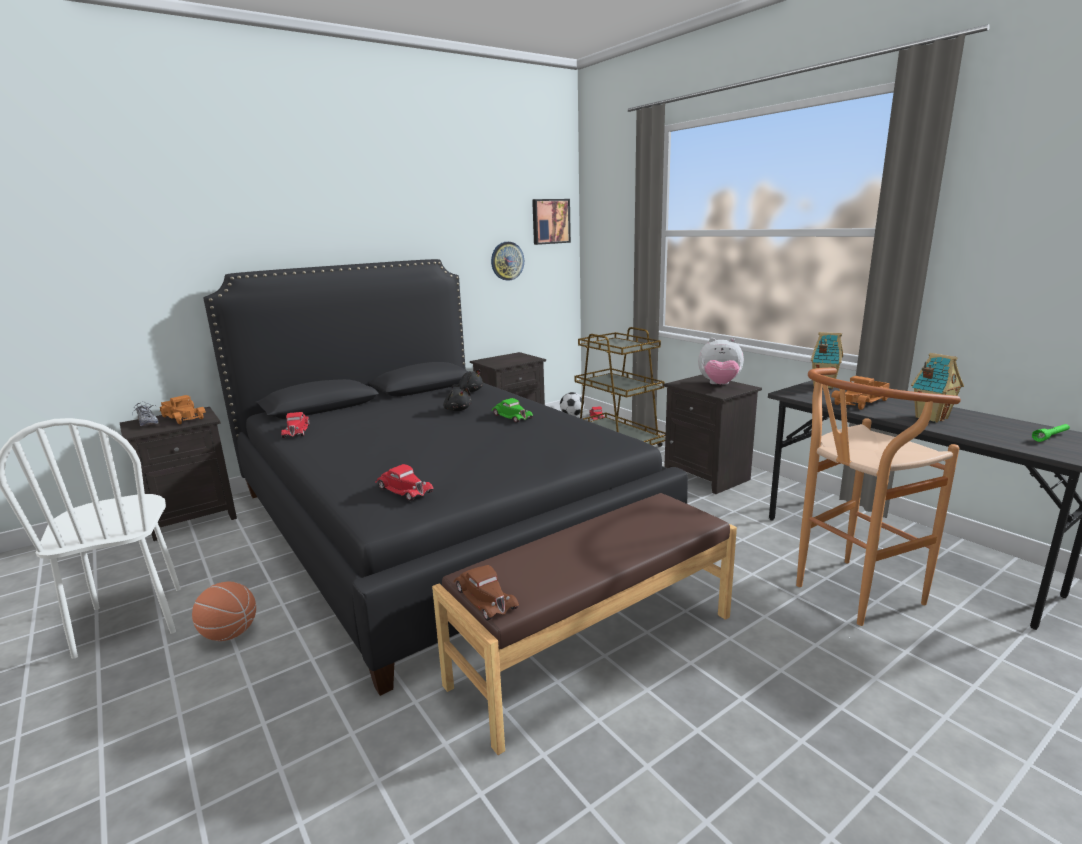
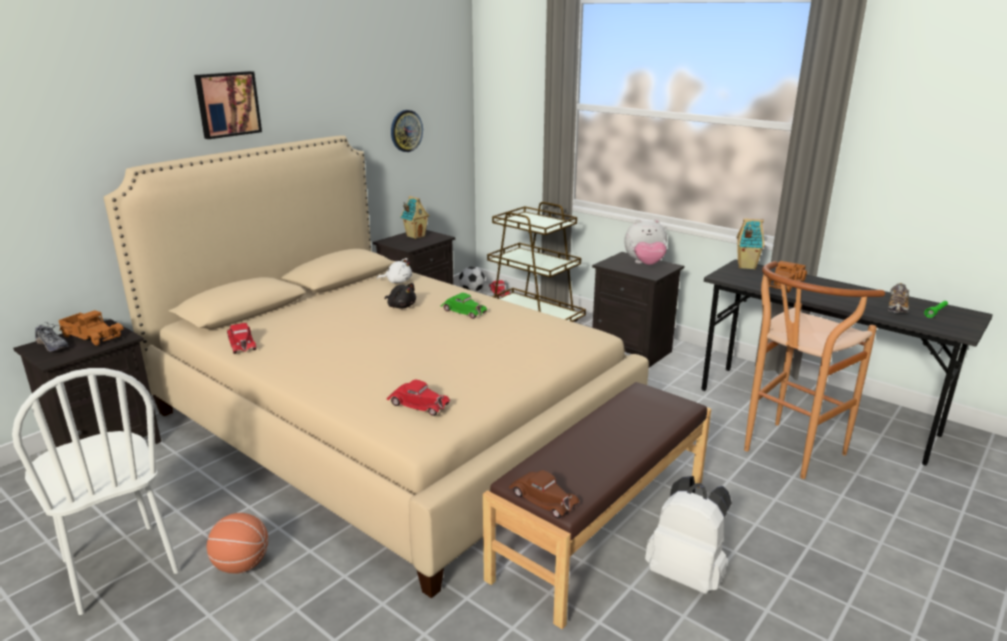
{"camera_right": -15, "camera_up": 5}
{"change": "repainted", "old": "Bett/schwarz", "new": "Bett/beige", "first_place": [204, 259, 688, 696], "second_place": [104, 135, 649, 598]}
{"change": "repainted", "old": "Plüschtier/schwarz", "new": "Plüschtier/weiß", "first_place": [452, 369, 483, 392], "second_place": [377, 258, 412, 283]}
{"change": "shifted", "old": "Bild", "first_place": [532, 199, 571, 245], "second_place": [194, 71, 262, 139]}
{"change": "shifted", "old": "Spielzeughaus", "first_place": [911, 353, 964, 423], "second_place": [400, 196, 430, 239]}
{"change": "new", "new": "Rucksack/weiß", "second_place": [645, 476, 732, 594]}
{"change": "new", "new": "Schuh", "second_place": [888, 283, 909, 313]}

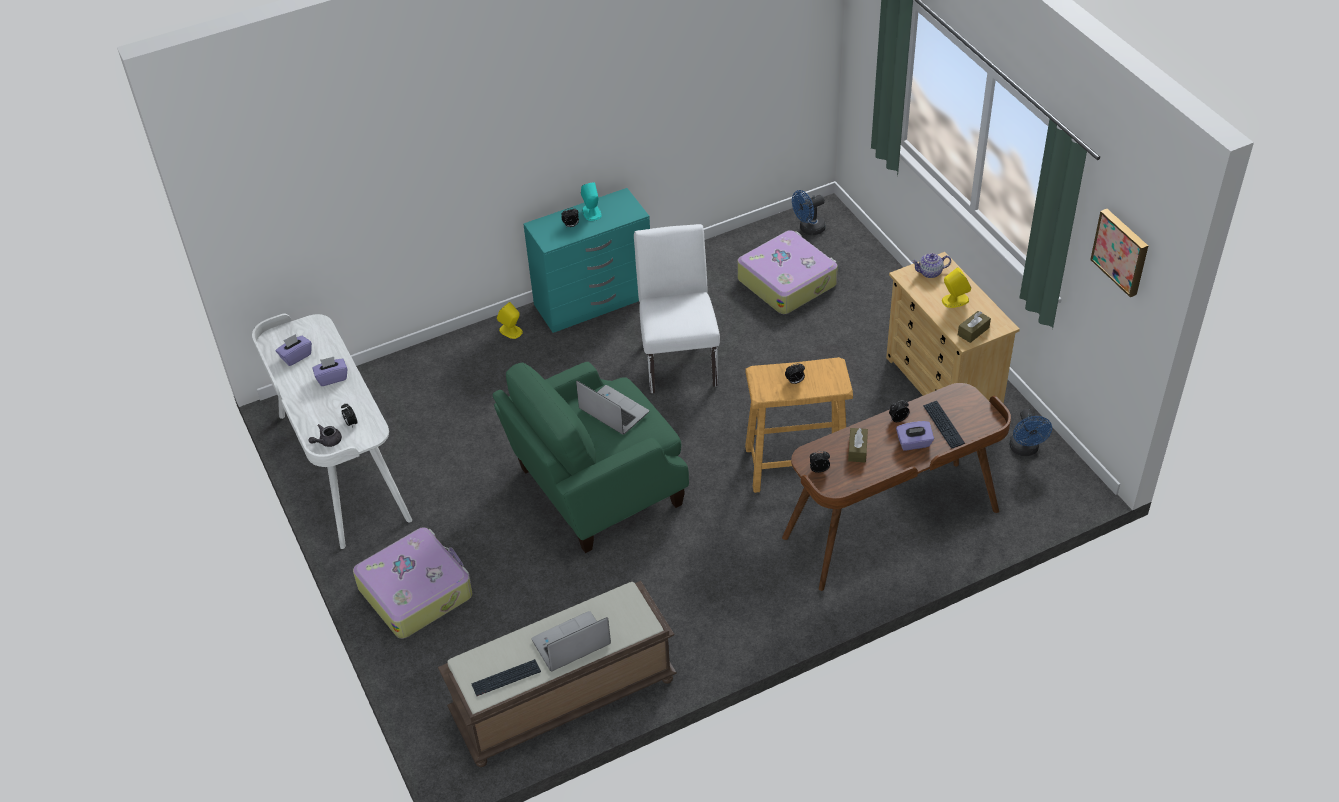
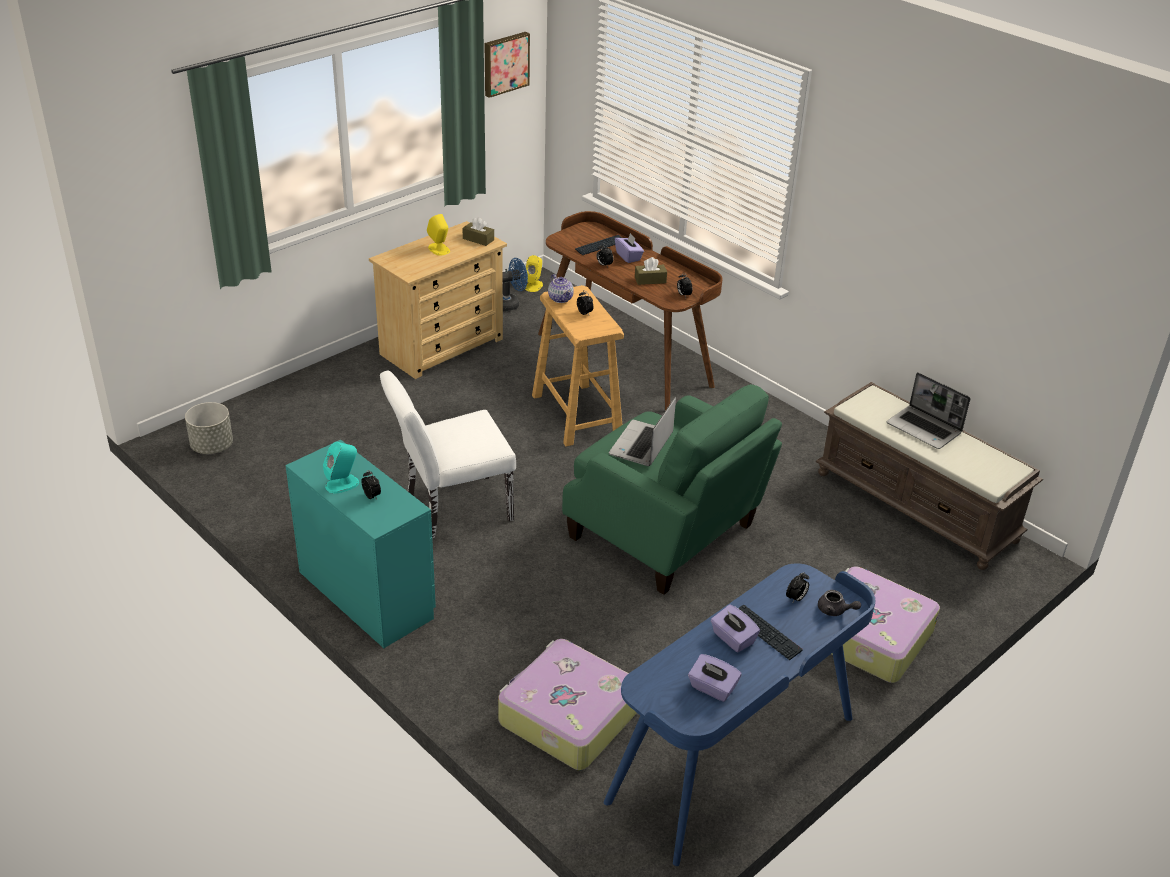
{"camera_right": -110, "camera_up": -10}
{"change": "repainted", "old": "Schreibtisch/weiß", "new": "Schreibtisch/blau", "first_place": [252, 314, 412, 549], "second_place": [604, 563, 875, 866]}
{"change": "shifted", "old": "Tastatur", "first_place": [472, 659, 541, 696], "second_place": [738, 604, 803, 660]}
{"change": "shifted", "old": "Lautsprecher/gelb", "first_place": [497, 302, 523, 339], "second_place": [524, 255, 543, 292]}
{"change": "shifted", "old": "Koffer", "first_place": [737, 230, 838, 314], "second_place": [498, 639, 637, 770]}
{"change": "swapped", "old": "Ventilator/blau", "new": "Pflanzkübel/grau", "first_place": [792, 190, 826, 235], "second_place": [185, 402, 233, 454]}
{"change": "shifted", "old": "Teekanne", "first_place": [912, 253, 951, 278], "second_place": [548, 274, 574, 303]}

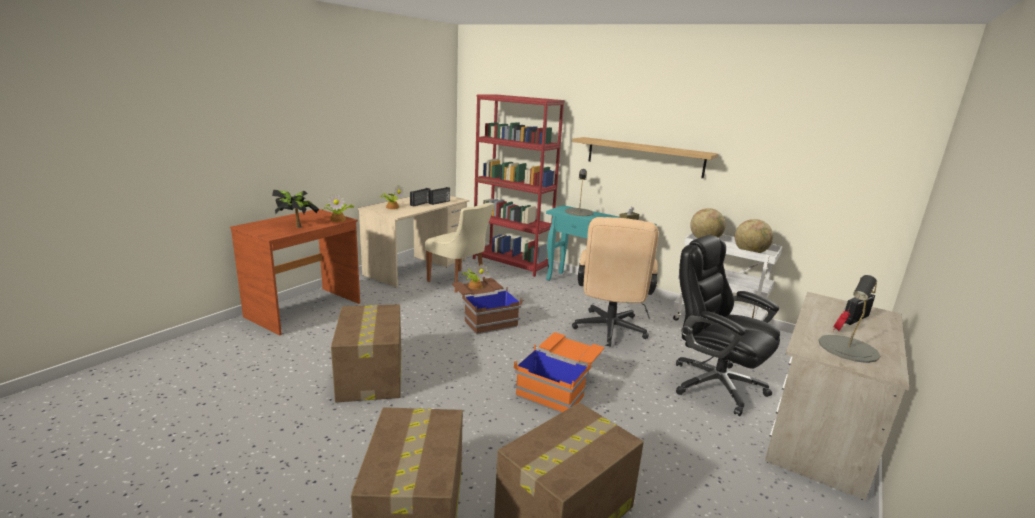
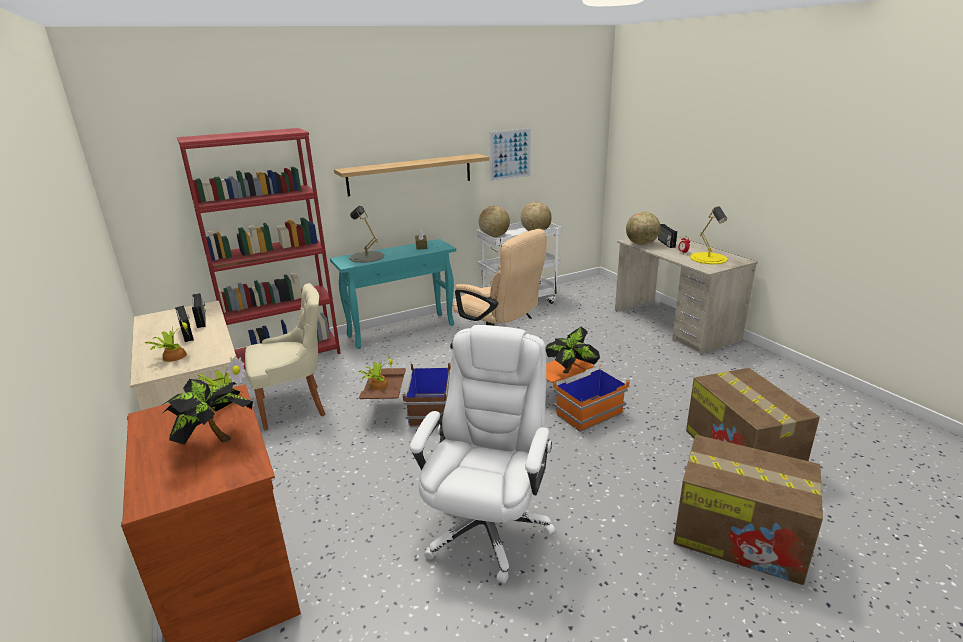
{"camera_right": -60, "camera_up": 5}
{"change": "swapped", "old": "Karton", "new": "Bürostuhl/weiß", "first_place": [331, 304, 401, 402], "second_place": [410, 325, 555, 583]}
{"change": "gone", "old": "Bürostuhl/schwarz", "first_place": [676, 235, 780, 416]}
{"change": "repainted", "old": "Tischlampe/grau", "new": "Tischlampe/gelb", "first_place": [818, 275, 880, 363], "second_place": [690, 206, 728, 264]}
{"change": "new", "new": "Bild", "second_place": [490, 128, 531, 181]}
{"change": "new", "new": "Topfpflanze", "second_place": [545, 326, 600, 374]}
{"change": "new", "new": "Globus", "second_place": [626, 212, 660, 245]}

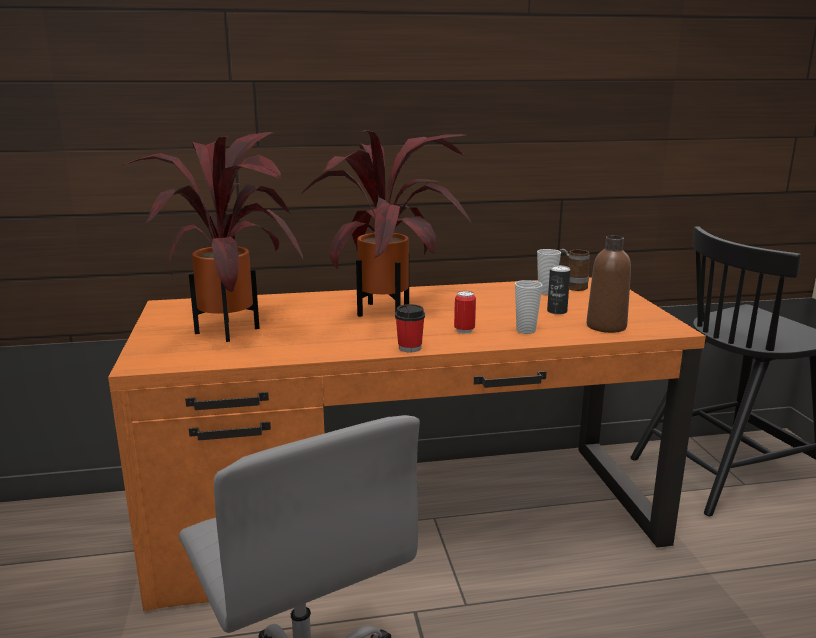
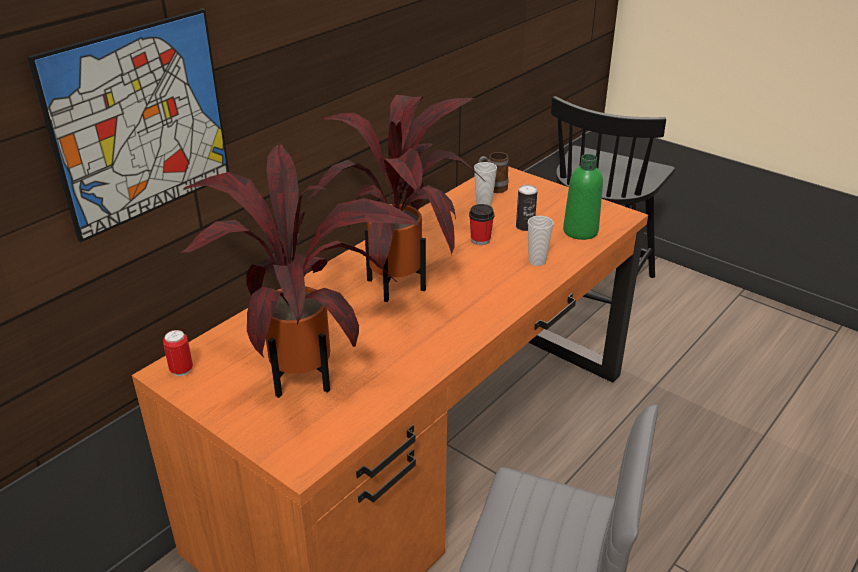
{"camera_right": -40, "camera_up": 15}
{"change": "shifted", "old": "Tasse", "first_place": [395, 304, 425, 352], "second_place": [469, 204, 495, 245]}
{"change": "shifted", "old": "Dose", "first_place": [454, 291, 476, 334], "second_place": [163, 330, 193, 376]}
{"change": "repainted", "old": "Flasche/braun", "new": "Flasche/grün", "first_place": [587, 236, 631, 333], "second_place": [563, 154, 603, 240]}
{"change": "new", "new": "Bild", "second_place": [27, 8, 229, 243]}

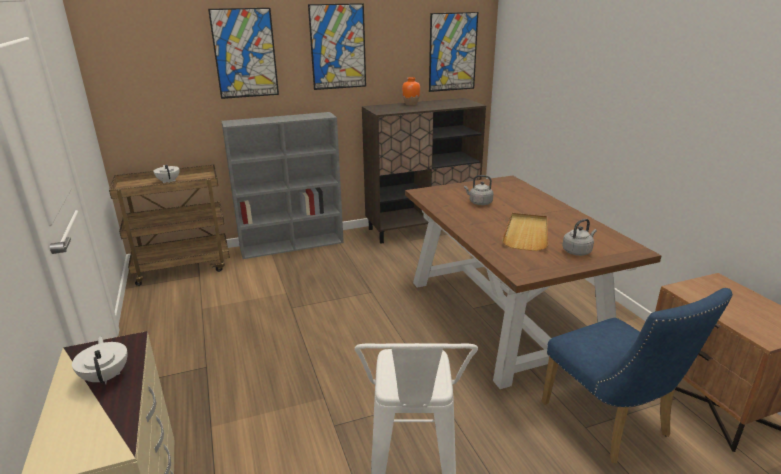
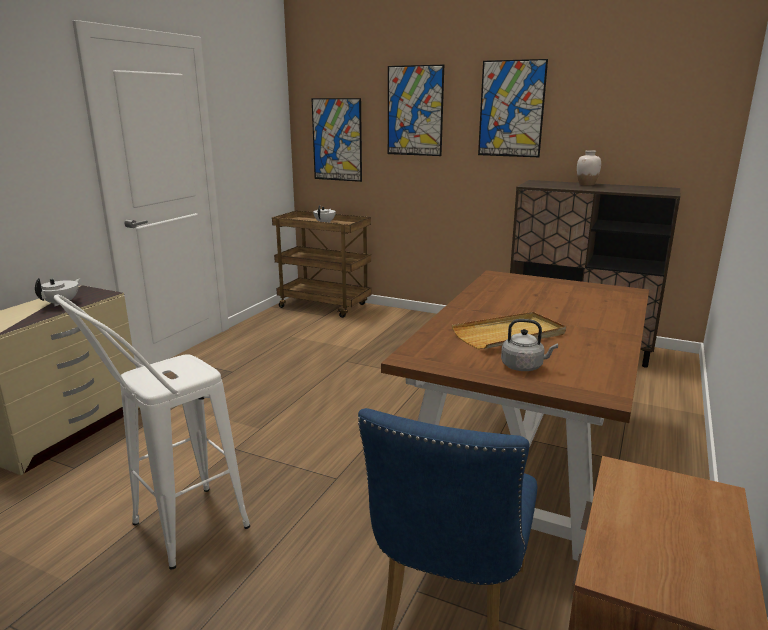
{"camera_right": 45, "camera_up": -5}
{"change": "gone", "old": "Bücherregal/grau", "first_place": [221, 112, 344, 259]}
{"change": "repainted", "old": "Vase/orange", "new": "Vase/weiß", "first_place": [402, 77, 420, 106], "second_place": [577, 150, 601, 186]}
{"change": "shifted", "old": "Bild", "first_place": [429, 12, 478, 92], "second_place": [311, 98, 362, 182]}
{"change": "gone", "old": "Wasserkessel/grau", "first_place": [464, 175, 493, 205]}

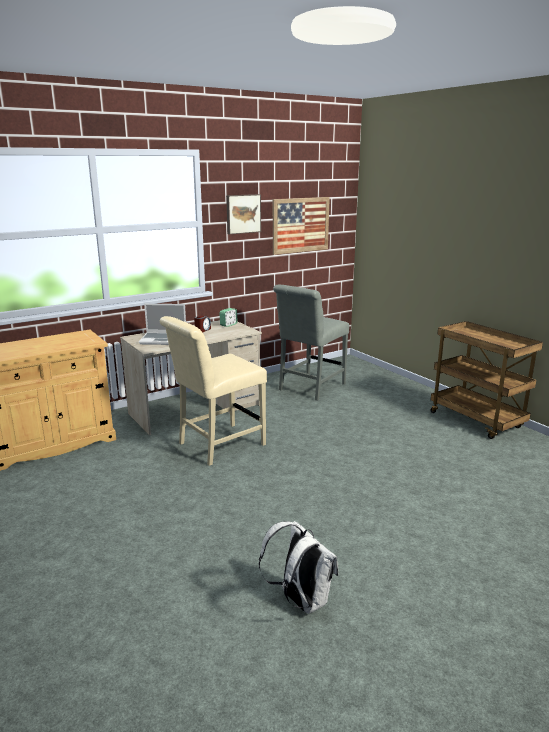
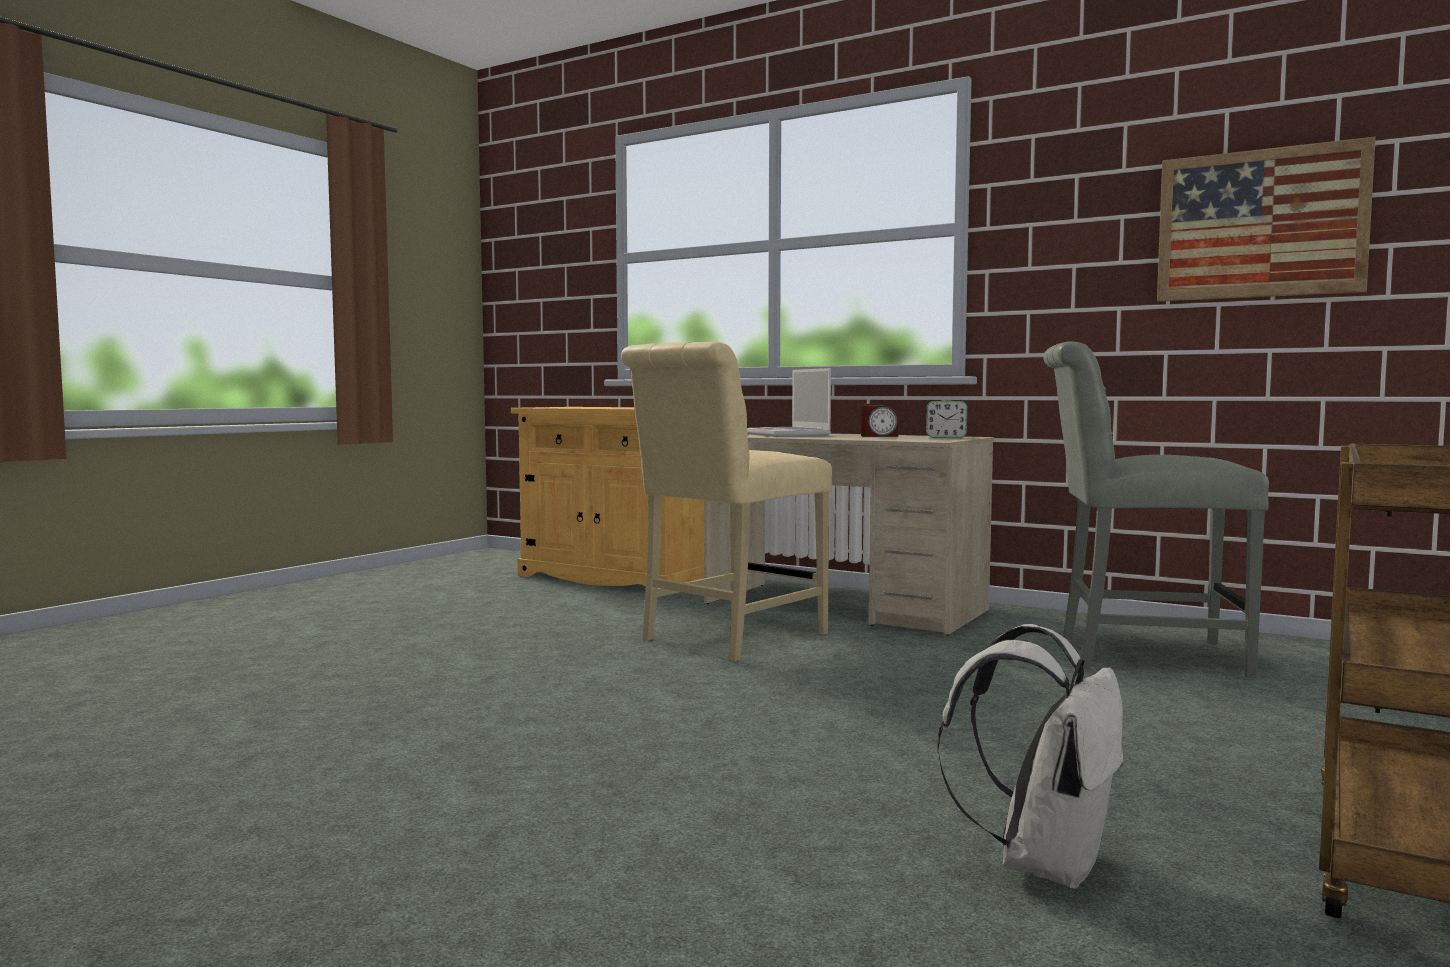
{"camera_right": 65, "camera_up": -15}
{"change": "rotated", "old": "Stuhl/beige", "first_place": [160, 316, 267, 466], "second_place": [621, 342, 832, 661], "degrees": -75}
{"change": "gone", "old": "Bild", "first_place": [226, 194, 261, 234]}
{"change": "shifted", "old": "Rucksack/weiß", "first_place": [259, 521, 339, 614], "second_place": [937, 624, 1126, 889]}

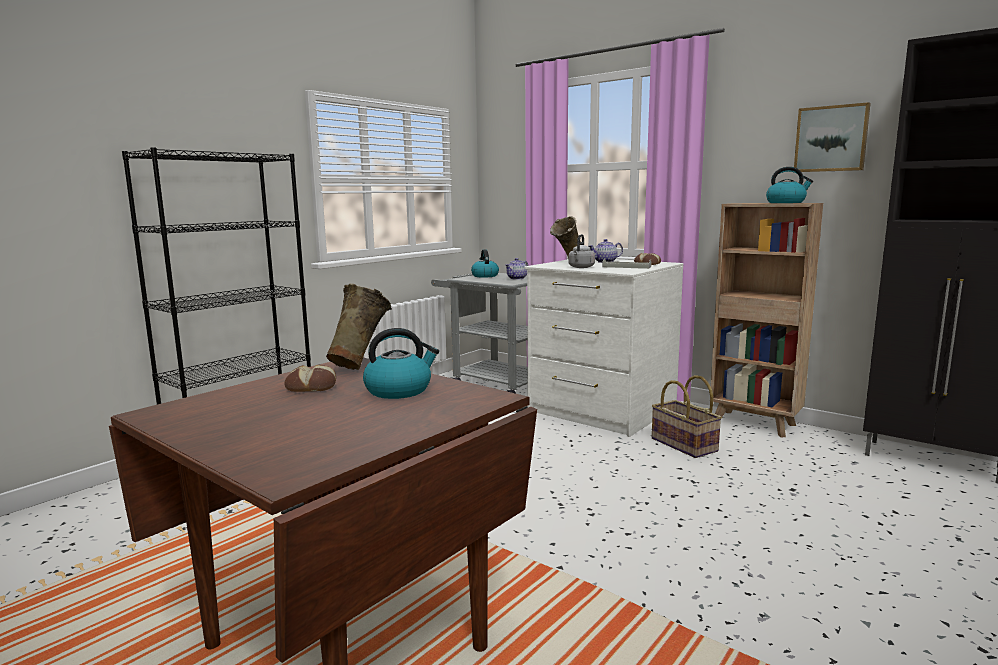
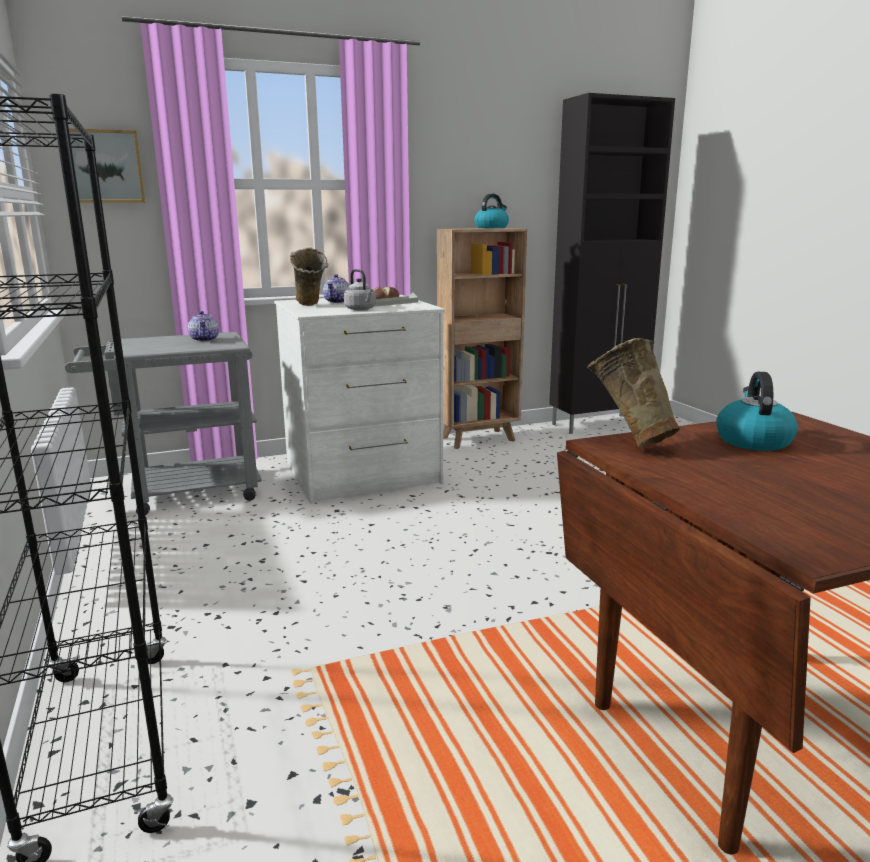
{"camera_right": -60, "camera_up": 5}
{"change": "gone", "old": "Brot", "first_place": [284, 365, 336, 392]}
{"change": "gone", "old": "Wasserkessel", "first_place": [471, 250, 499, 278]}
{"change": "gone", "old": "Korb", "first_place": [652, 375, 722, 458]}
{"change": "shifted", "old": "Bild", "first_place": [794, 102, 871, 172], "second_place": [69, 128, 145, 203]}

